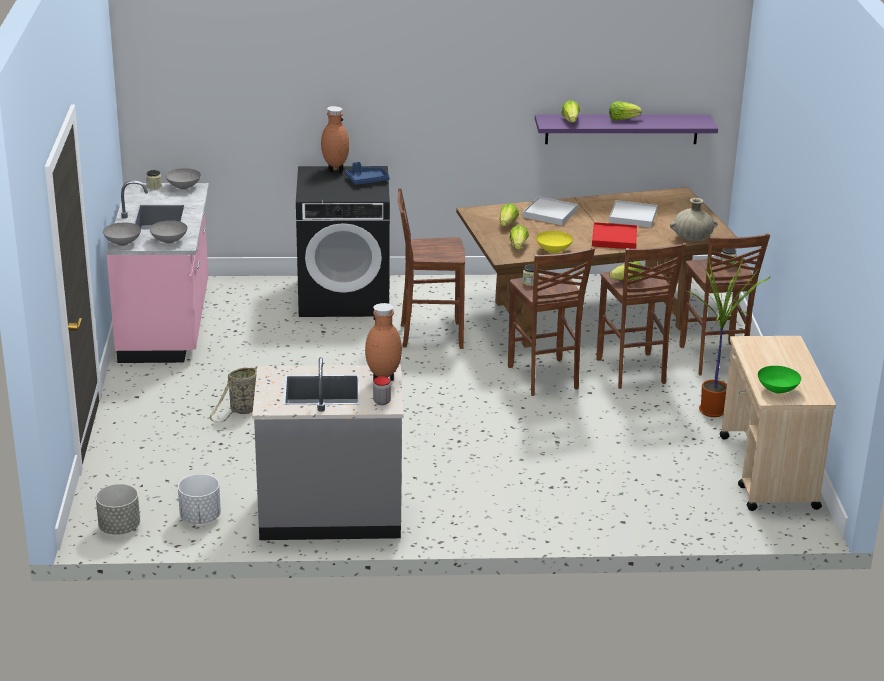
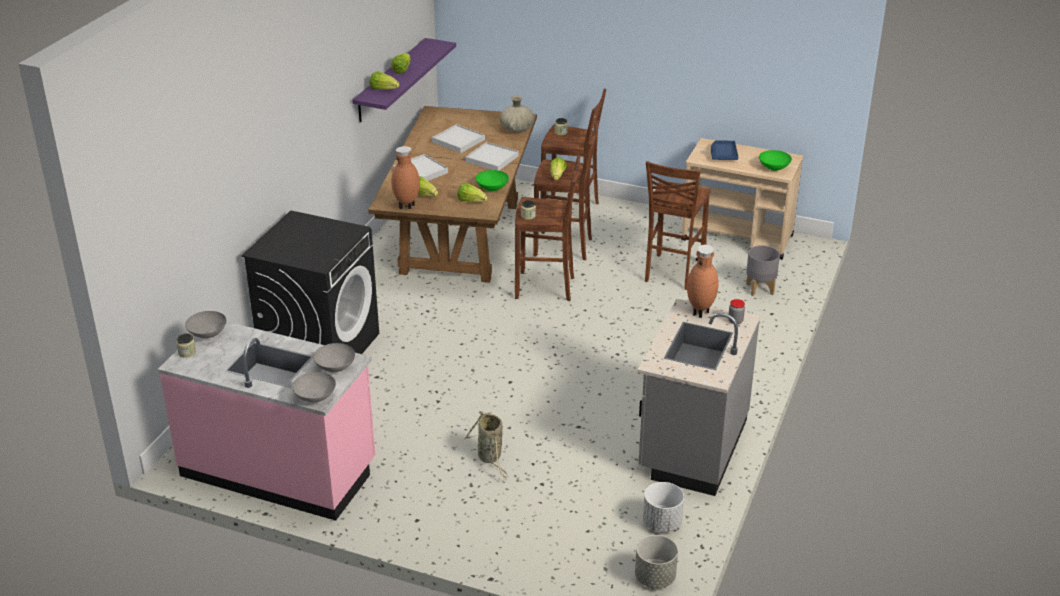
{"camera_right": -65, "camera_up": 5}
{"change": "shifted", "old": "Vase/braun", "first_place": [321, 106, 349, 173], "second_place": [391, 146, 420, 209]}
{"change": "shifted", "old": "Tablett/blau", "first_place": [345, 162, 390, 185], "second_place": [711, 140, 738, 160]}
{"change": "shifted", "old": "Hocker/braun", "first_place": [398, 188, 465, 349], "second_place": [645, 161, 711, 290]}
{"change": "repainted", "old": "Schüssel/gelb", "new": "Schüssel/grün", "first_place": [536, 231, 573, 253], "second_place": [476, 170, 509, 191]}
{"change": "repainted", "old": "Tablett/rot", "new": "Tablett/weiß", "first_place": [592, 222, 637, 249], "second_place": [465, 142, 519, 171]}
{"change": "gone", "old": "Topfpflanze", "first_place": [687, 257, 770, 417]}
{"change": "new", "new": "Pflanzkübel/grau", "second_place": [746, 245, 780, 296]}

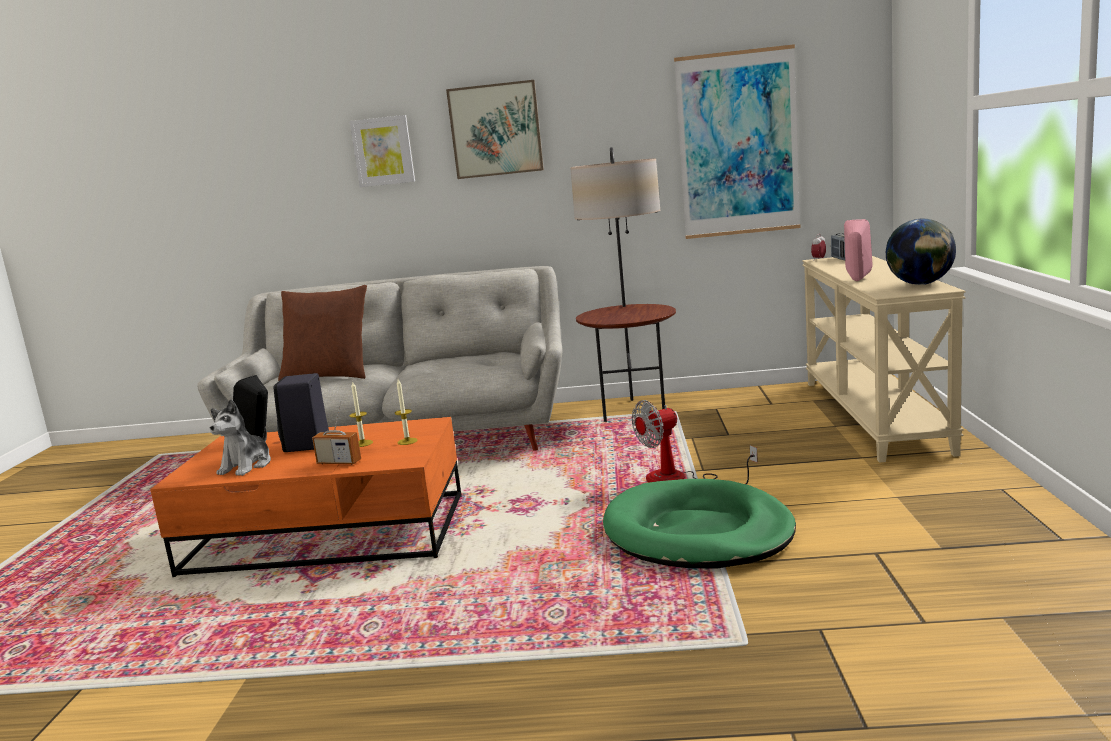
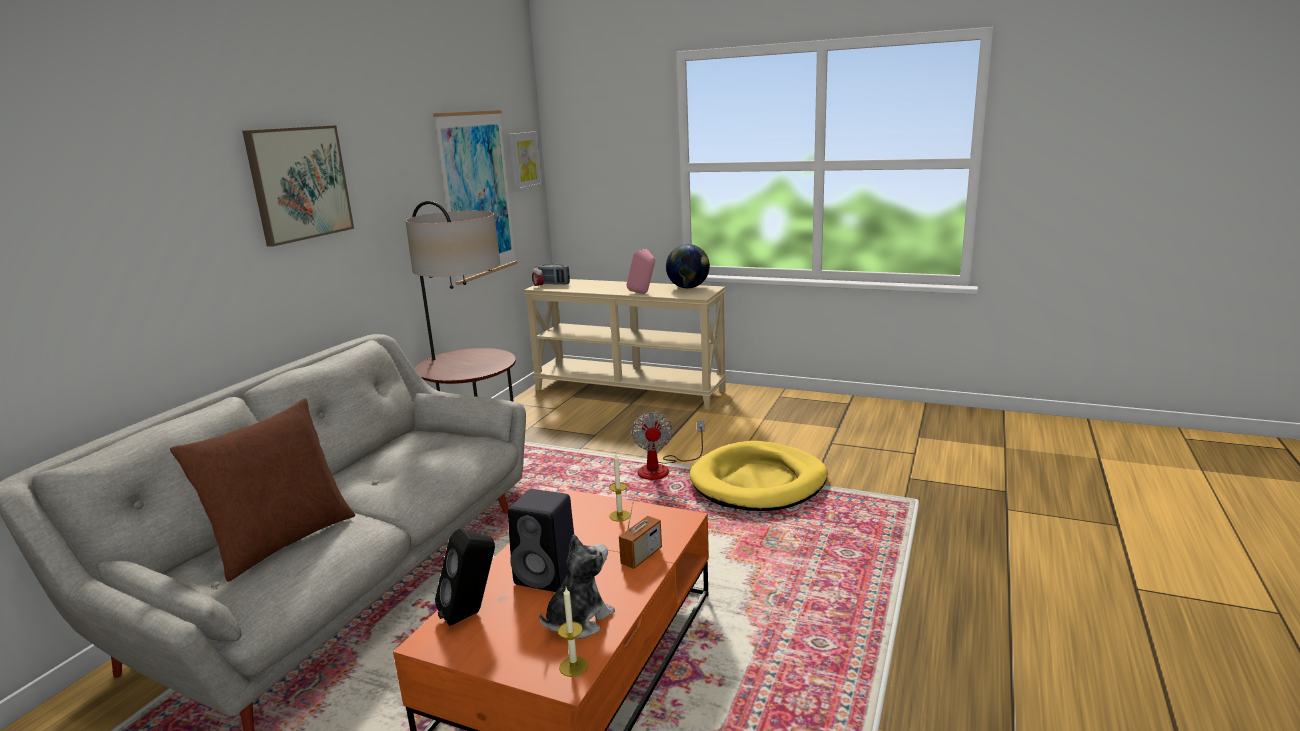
{"camera_right": -70, "camera_up": 5}
{"change": "rotated", "old": "Plüschtier", "first_place": [210, 399, 271, 476], "second_place": [539, 534, 615, 639], "degrees": -90}
{"change": "shifted", "old": "Kerze", "first_place": [349, 382, 373, 447], "second_place": [558, 588, 588, 677]}
{"change": "shifted", "old": "Bild", "first_place": [350, 115, 415, 187], "second_place": [509, 131, 542, 191]}
{"change": "repainted", "old": "Hundebett/grün", "new": "Hundebett/gelb", "first_place": [603, 479, 796, 569], "second_place": [690, 441, 828, 511]}

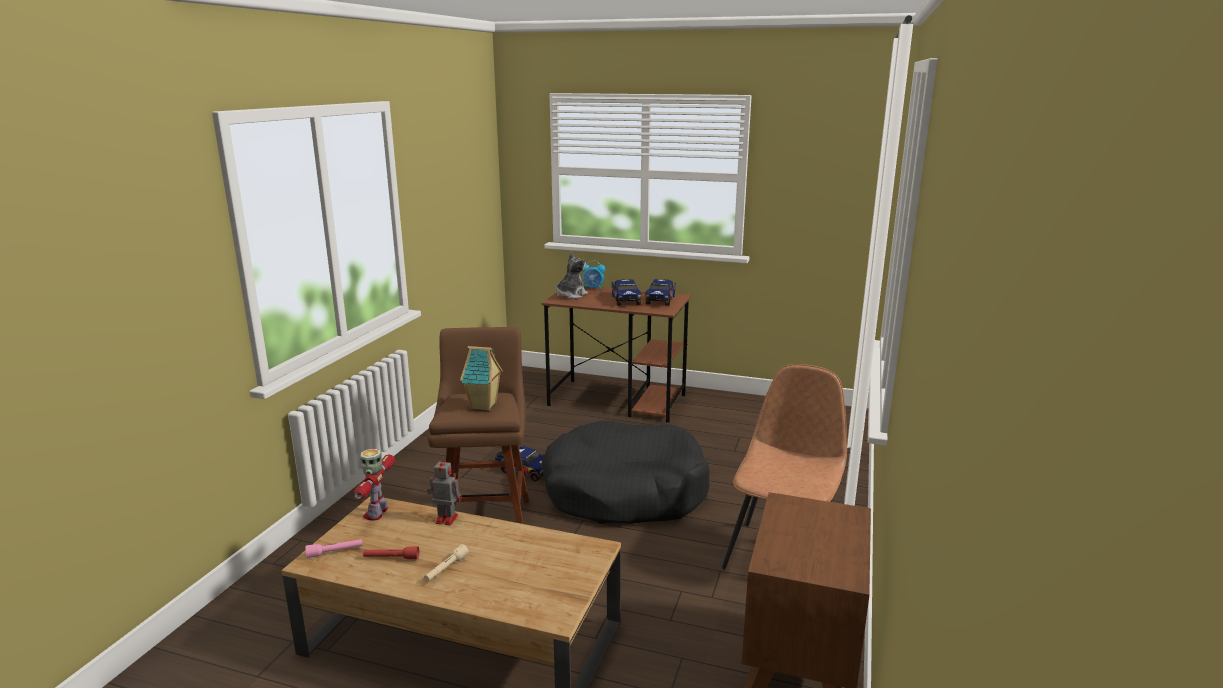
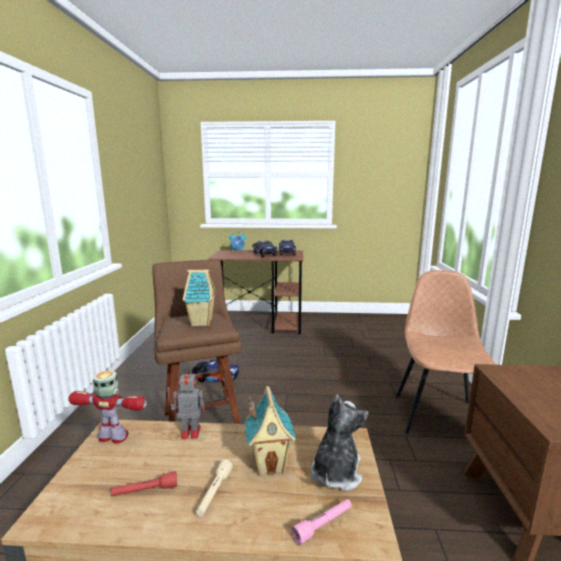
{"camera_right": -15, "camera_up": -5}
{"change": "shifted", "old": "Taschenlampe/rosa", "first_place": [306, 539, 363, 558], "second_place": [291, 499, 352, 545]}
{"change": "rotated", "old": "Spielzeugroboter", "first_place": [354, 449, 395, 521], "second_place": [69, 370, 147, 444], "degrees": 105}
{"change": "gone", "old": "Hundebett/schwarz", "first_place": [541, 421, 710, 524]}
{"change": "shifted", "old": "Plüschtier", "first_place": [556, 252, 588, 299], "second_place": [311, 395, 369, 491]}
{"change": "new", "new": "Spielzeughaus", "second_place": [245, 386, 296, 476]}

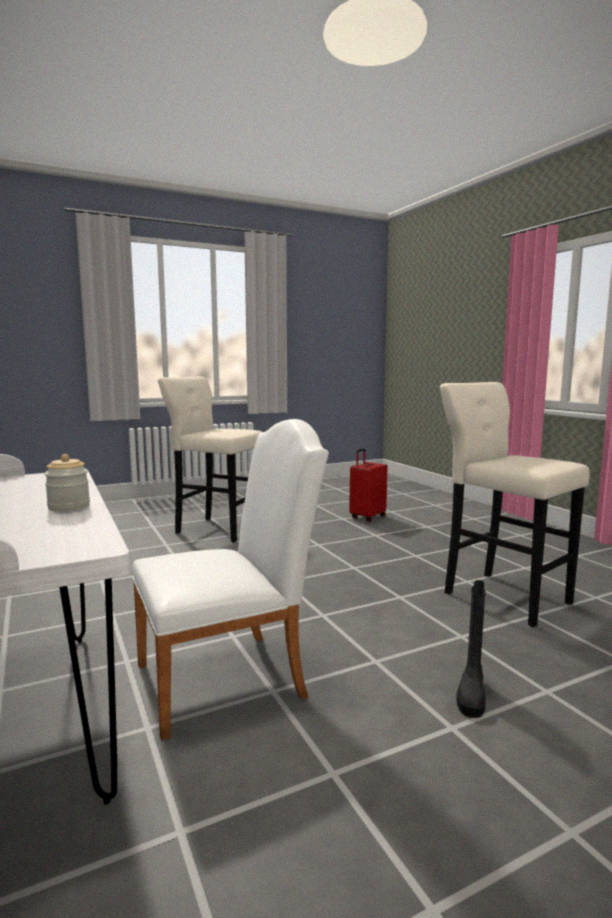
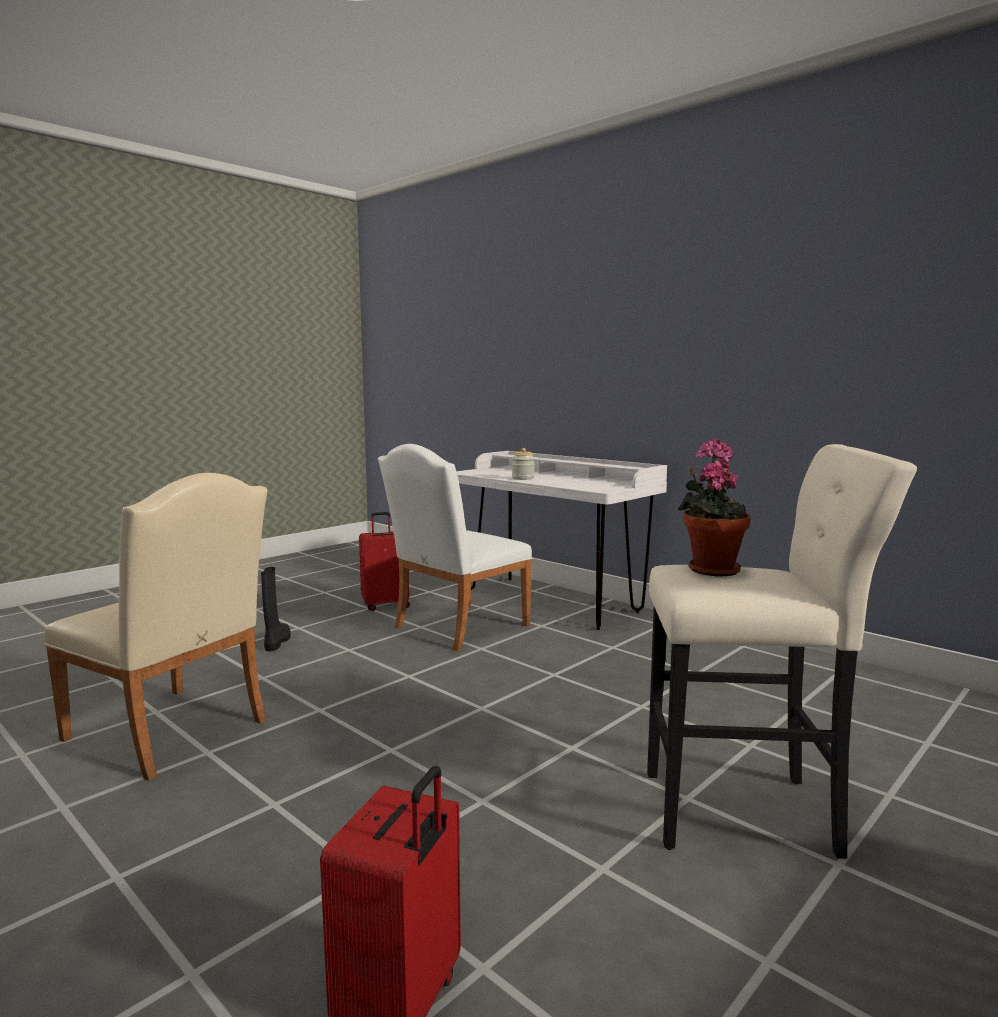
{"camera_right": 160, "camera_up": 0}
{"change": "swapped", "old": "Hocker/beige", "new": "Stuhl/beige", "first_place": [440, 382, 590, 627], "second_place": [44, 473, 268, 781]}
{"change": "new", "new": "Koffer/rot", "second_place": [359, 512, 410, 611]}
{"change": "new", "new": "Topfpflanze", "second_place": [678, 439, 751, 577]}

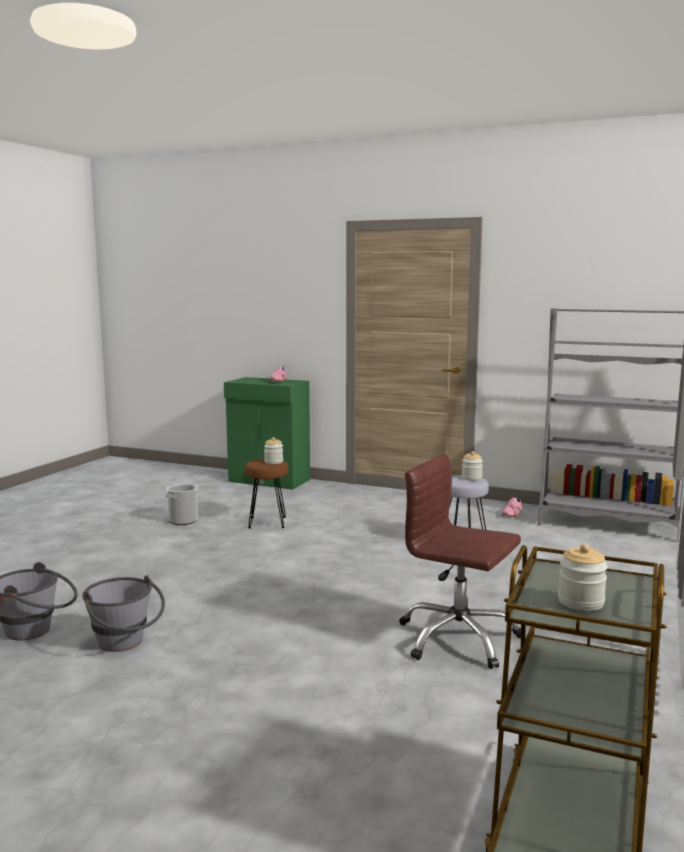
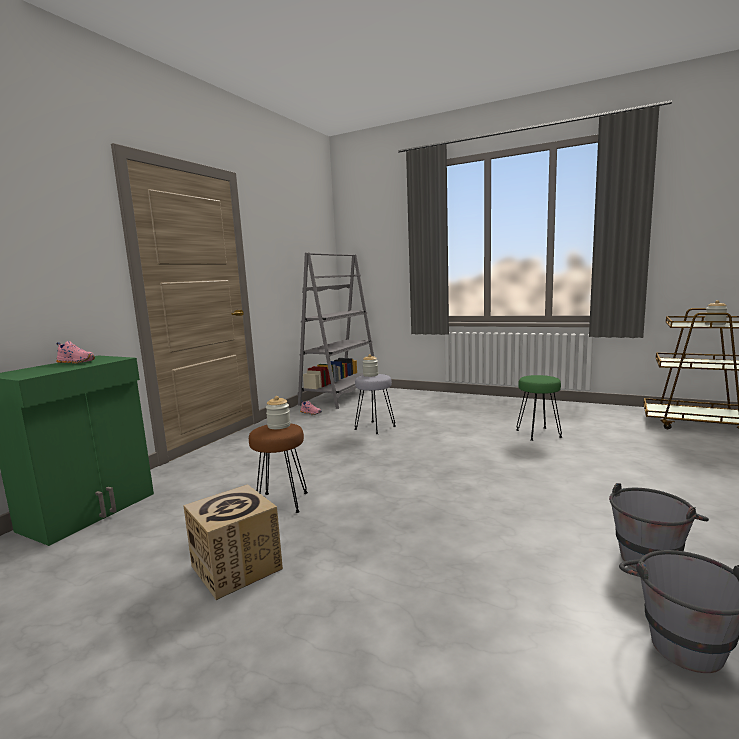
{"camera_right": -85, "camera_up": 0}
{"change": "swapped", "old": "Eimer", "new": "Karton", "first_place": [165, 483, 199, 525], "second_place": [183, 484, 283, 600]}
{"change": "swapped", "old": "Bürostuhl/braun", "new": "Hocker/grün", "first_place": [399, 454, 521, 669], "second_place": [516, 375, 562, 441]}

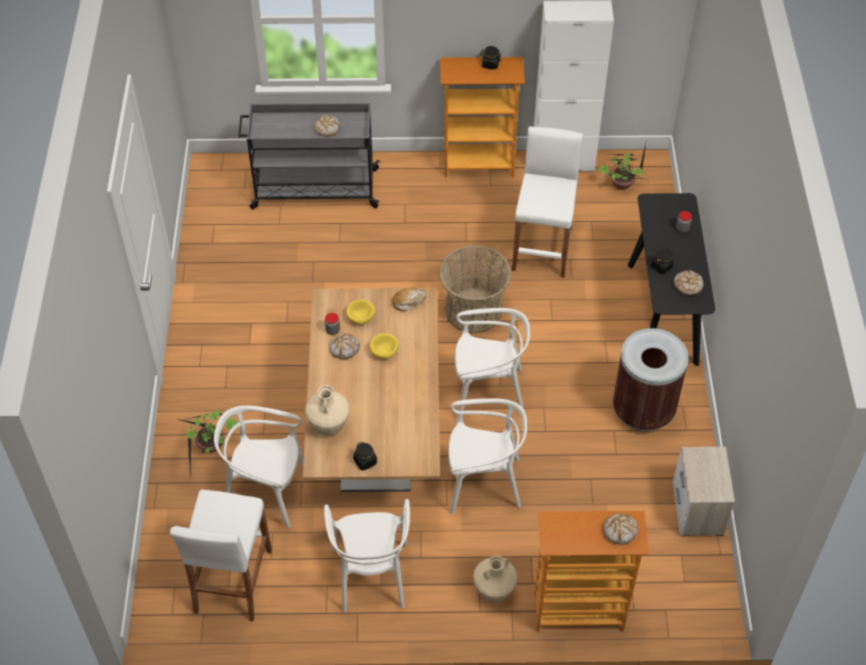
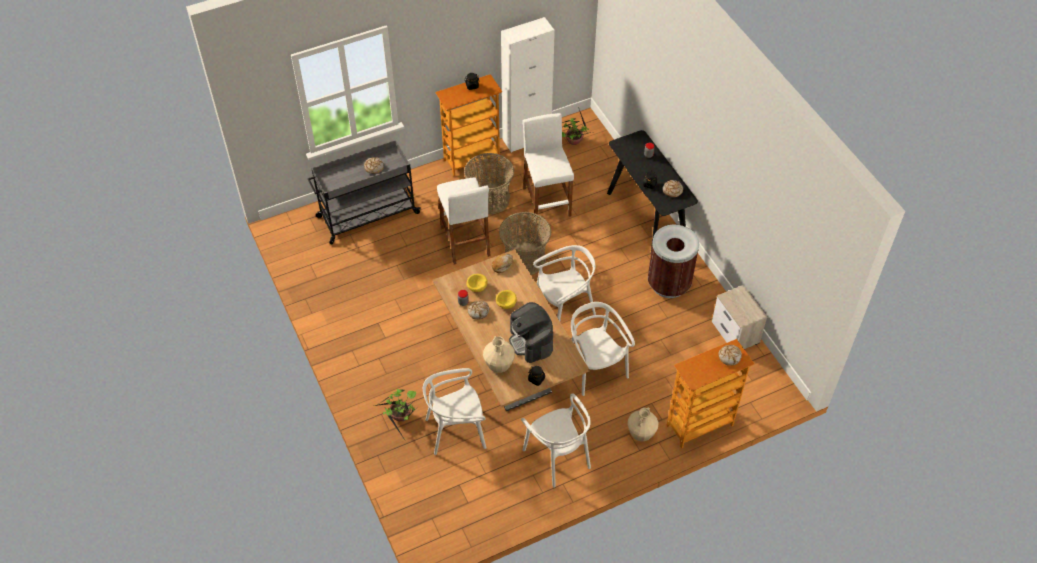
{"camera_right": -25, "camera_up": 0}
{"change": "shifted", "old": "Hocker/weiß", "first_place": [170, 490, 272, 622], "second_place": [437, 177, 491, 264]}
{"change": "rotated", "old": "Stuhl/weiß", "first_place": [448, 398, 527, 514], "second_place": [571, 302, 635, 396], "degrees": -90}
{"change": "new", "new": "Korb", "second_place": [464, 153, 514, 214]}
{"change": "new", "new": "Kaffeemaschine", "second_place": [509, 302, 553, 363]}

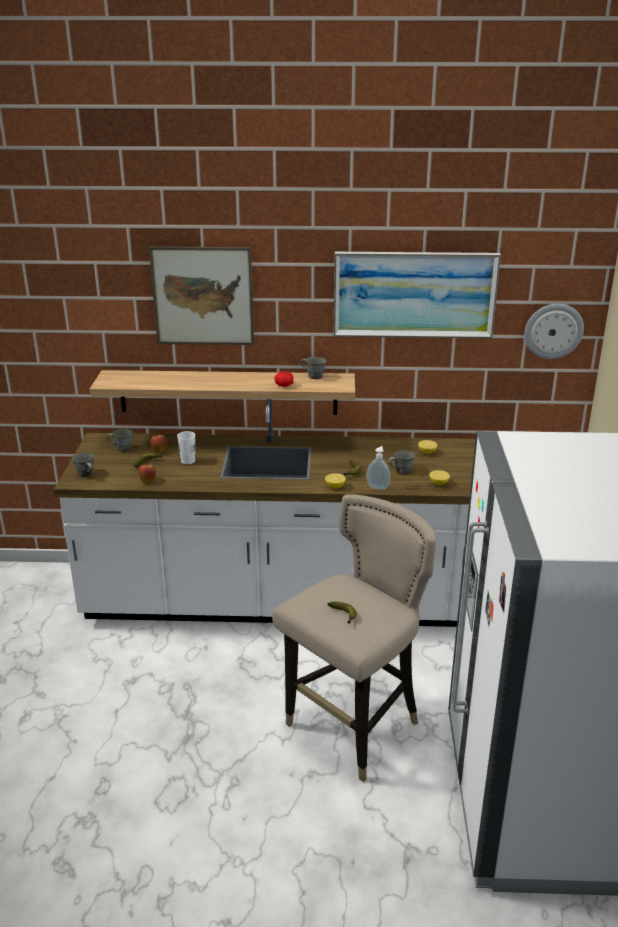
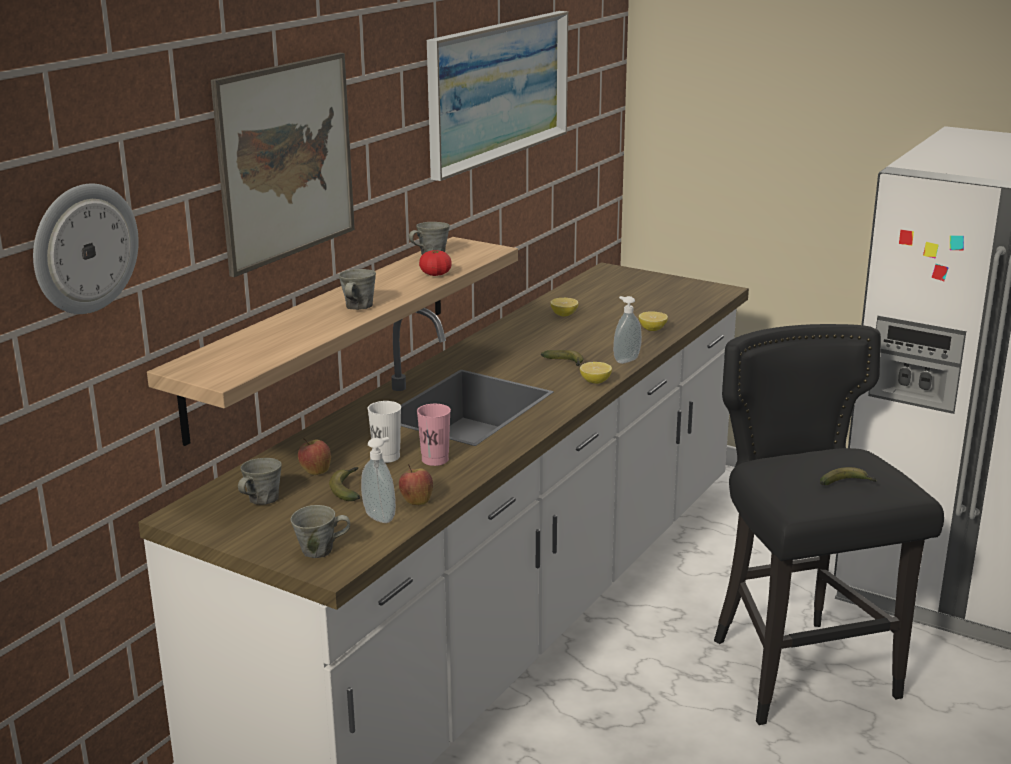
{"camera_right": -60, "camera_up": -5}
{"change": "repainted", "old": "Hocker/beige", "new": "Hocker/schwarz", "first_place": [272, 494, 436, 782], "second_place": [714, 324, 944, 725]}
{"change": "shifted", "old": "Henkelbecher/grau", "first_place": [388, 450, 416, 474], "second_place": [339, 269, 376, 310]}
{"change": "shifted", "old": "Wanduhr", "first_place": [524, 304, 584, 359], "second_place": [33, 184, 139, 314]}
{"change": "new", "new": "Seifenspender", "second_place": [361, 437, 396, 523]}
{"change": "new", "new": "Tasse/rosa", "second_place": [417, 404, 451, 466]}

